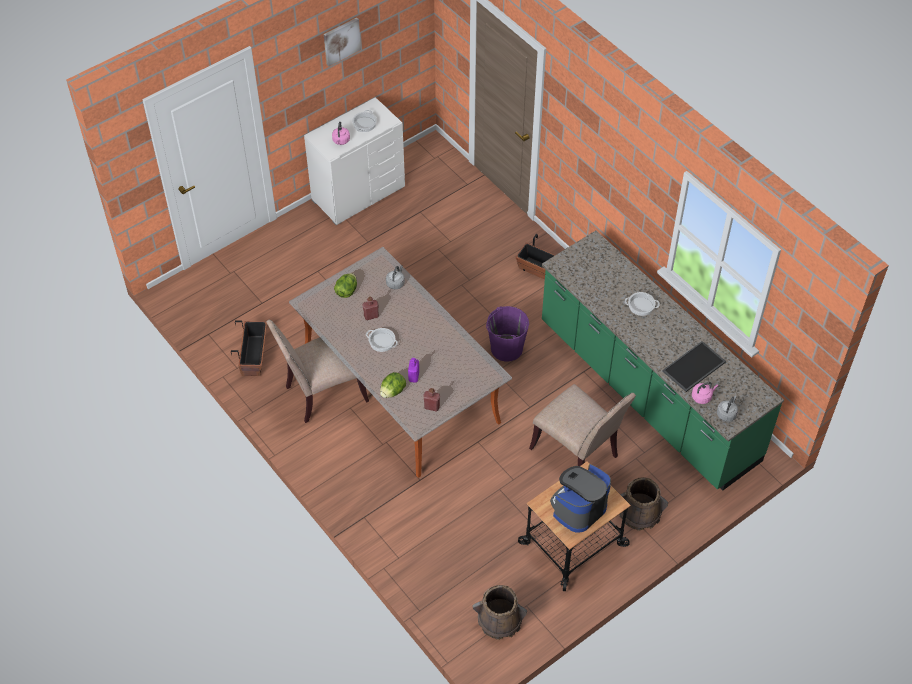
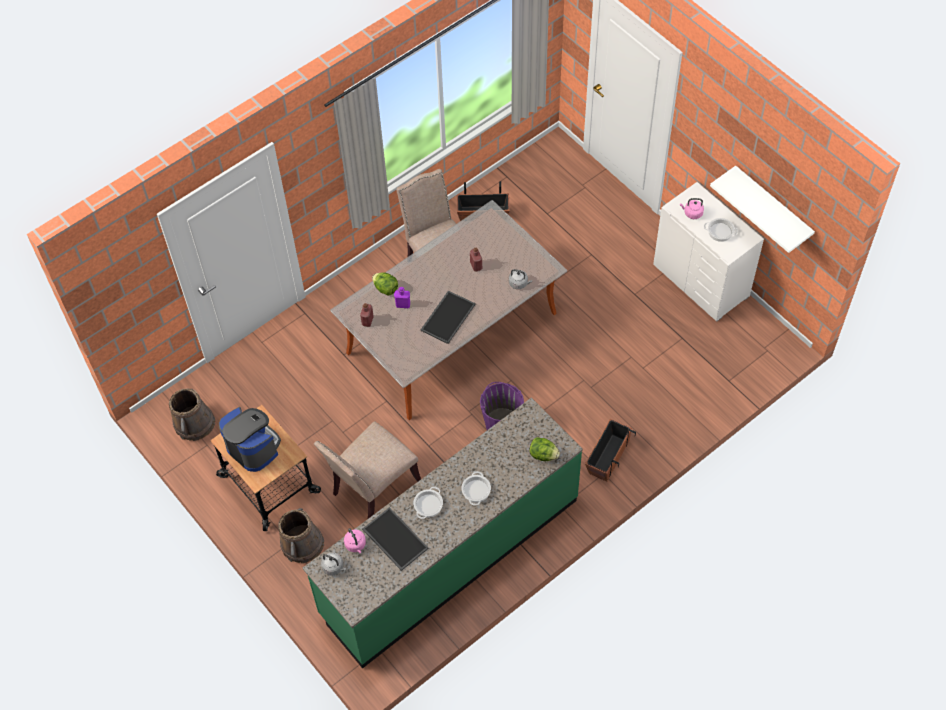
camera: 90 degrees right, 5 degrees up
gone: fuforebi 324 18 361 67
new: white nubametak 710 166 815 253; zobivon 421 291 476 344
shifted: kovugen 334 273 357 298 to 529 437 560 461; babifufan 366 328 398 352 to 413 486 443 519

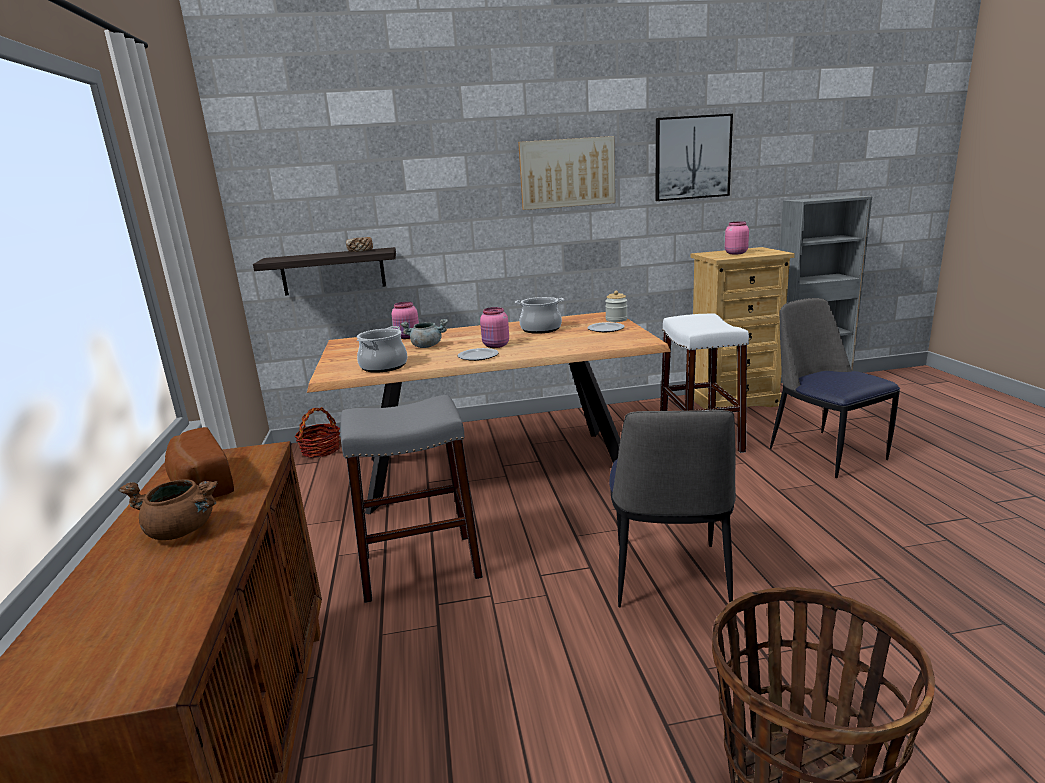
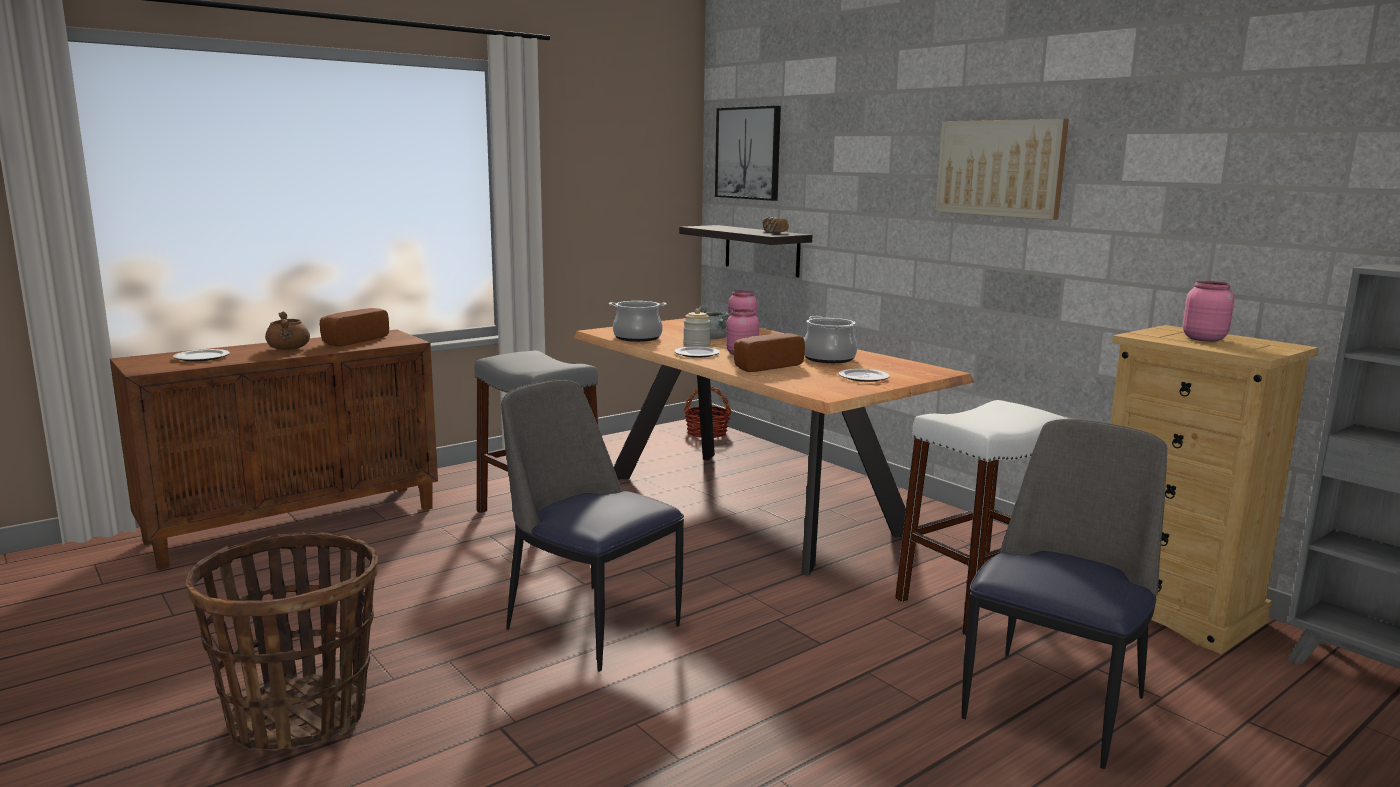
camera: 60 degrees right, 5 degrees down
new: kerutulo 734 333 805 372; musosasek 173 349 230 361
shifted: fuforebi 655 114 733 201 to 715 106 781 201; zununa 605 291 627 322 to 683 309 711 347
rotated: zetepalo 609 410 736 608 = 501 379 684 672 60 degrees clockwise

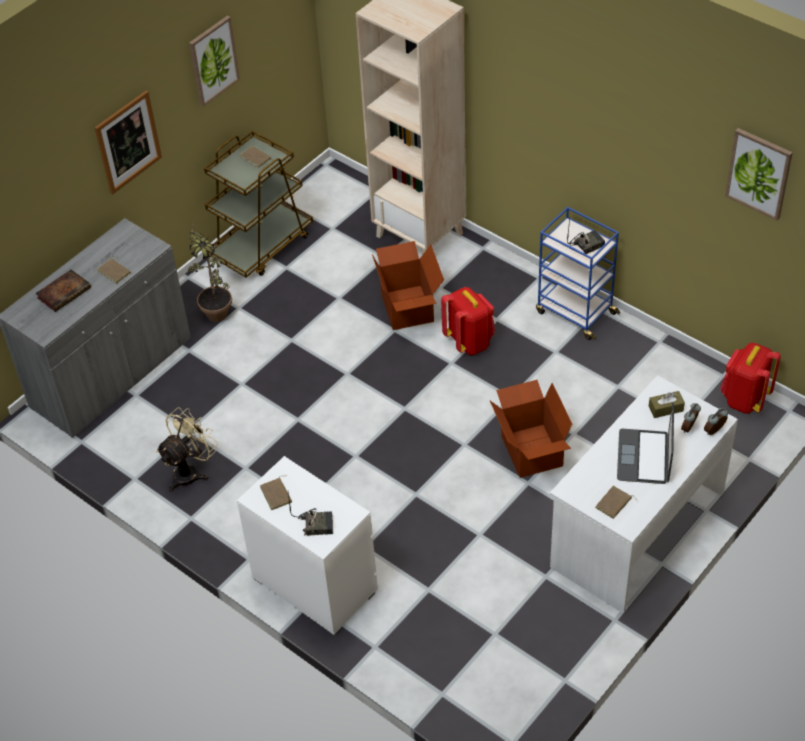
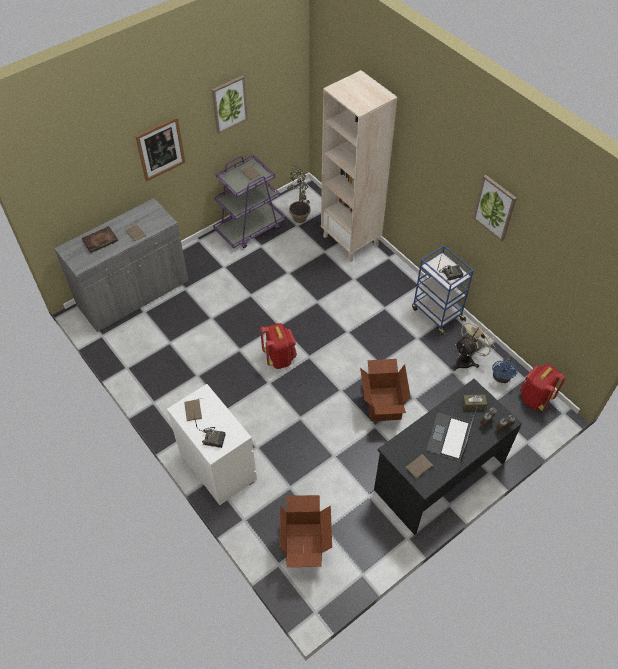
camera: 10 degrees right, 5 degrees up
new: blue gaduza 492 355 518 383
shifted: fuforebi 725 128 793 221 to 473 175 517 241; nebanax 188 222 232 322 to 287 160 311 223; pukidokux 372 241 444 330 to 280 495 332 567; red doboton 441 287 495 356 to 260 323 297 369; beige gaduza 156 408 218 492 to 453 319 495 371
repainted: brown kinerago 204 130 313 277 to purple kinerago 213 154 285 248; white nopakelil 550 375 738 614 to black nopakelil 374 379 522 535

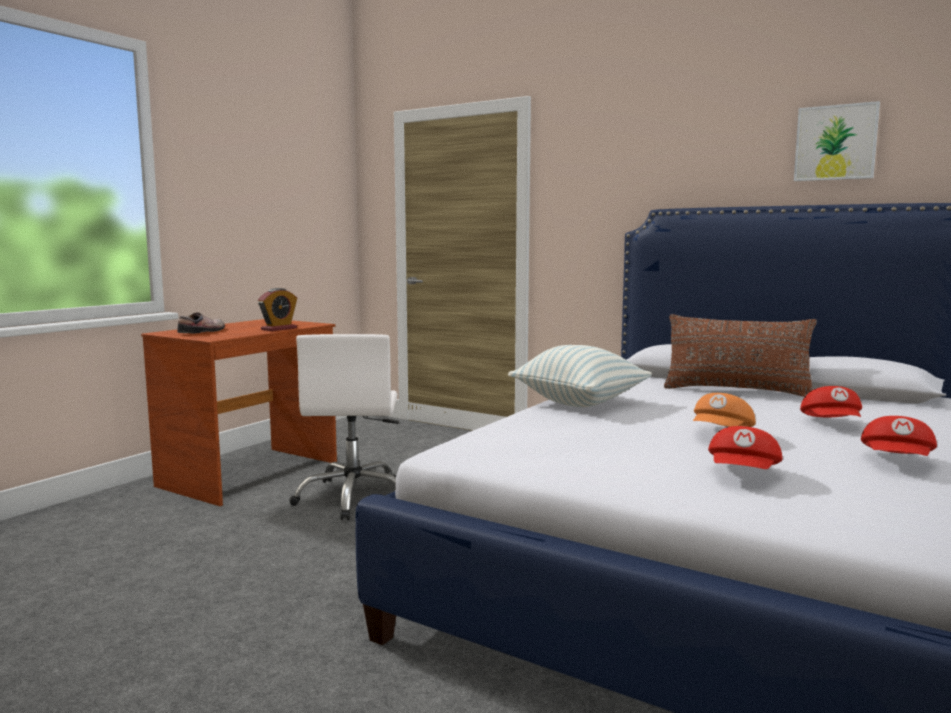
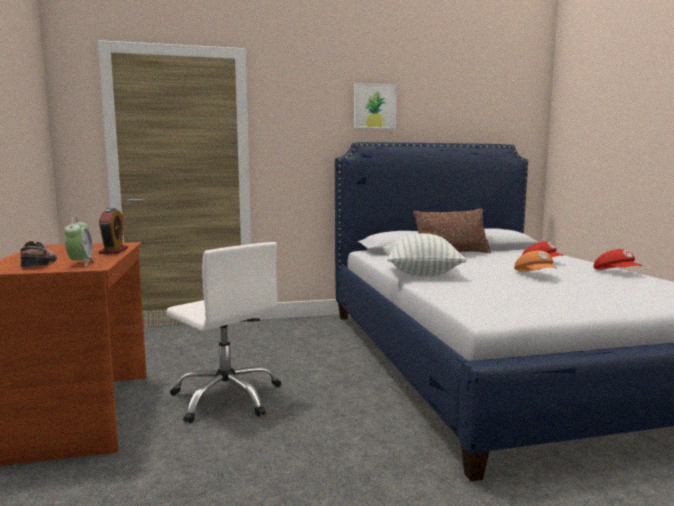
camera: 45 degrees left, 0 degrees up
gone: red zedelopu 708 426 783 469
new: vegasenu 64 217 95 266
shifted: fuforebi 794 101 880 181 to 354 83 397 129

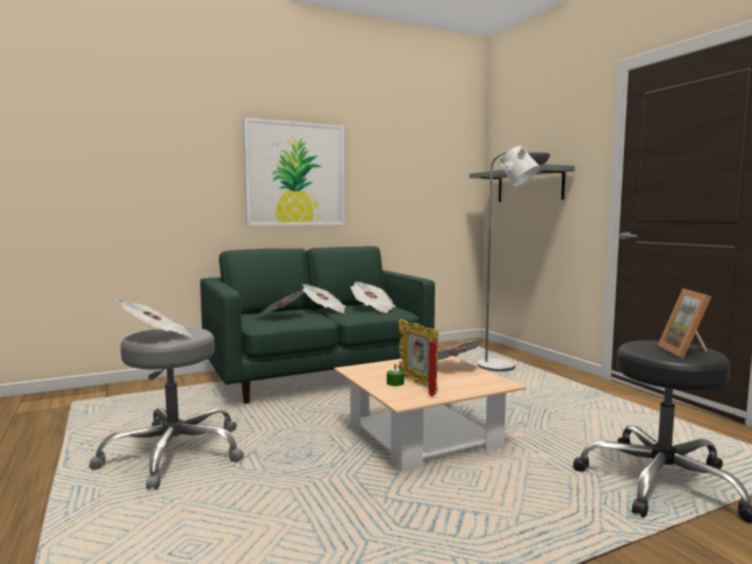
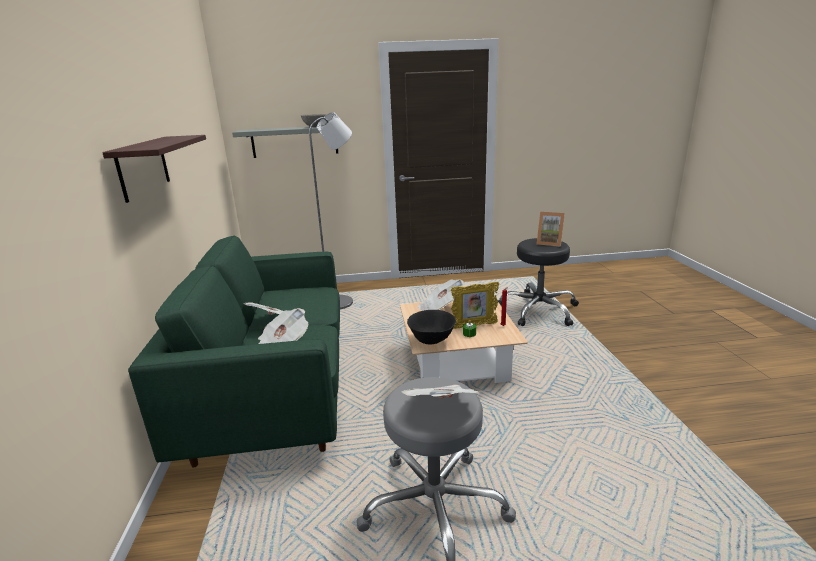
camera: 70 degrees left, 15 degrees up
gone: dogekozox 350 282 395 313
new: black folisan 407 310 456 345
swapped: fuforebi 243 117 345 226 to nubametak 102 135 206 203

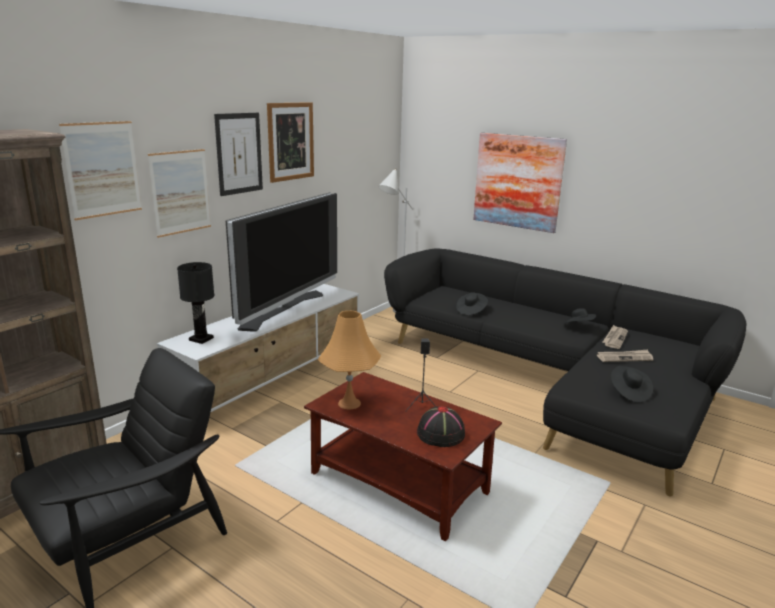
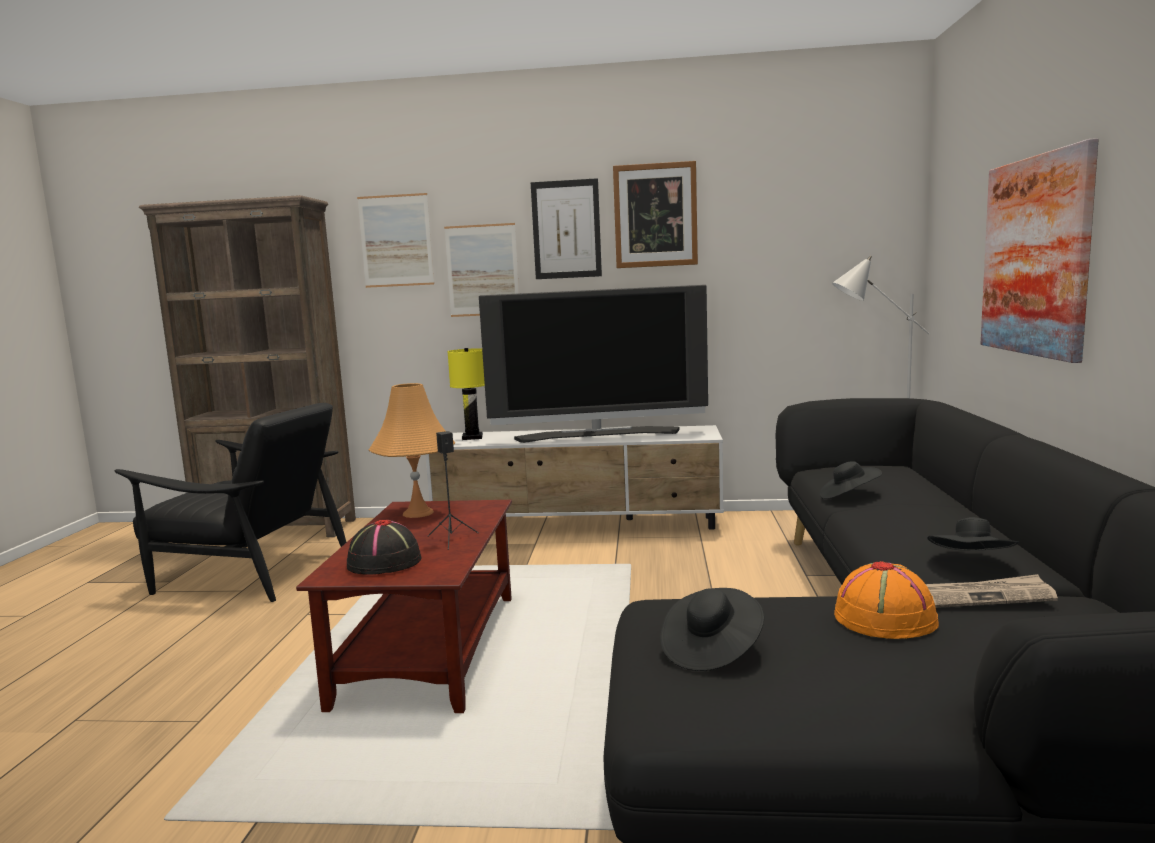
camera: 60 degrees right, 10 degrees down
swapped: dogekozox 597 350 653 362 to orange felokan 834 561 939 639
repainted: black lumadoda 177 262 214 344 to yellow lumadoda 447 348 485 440

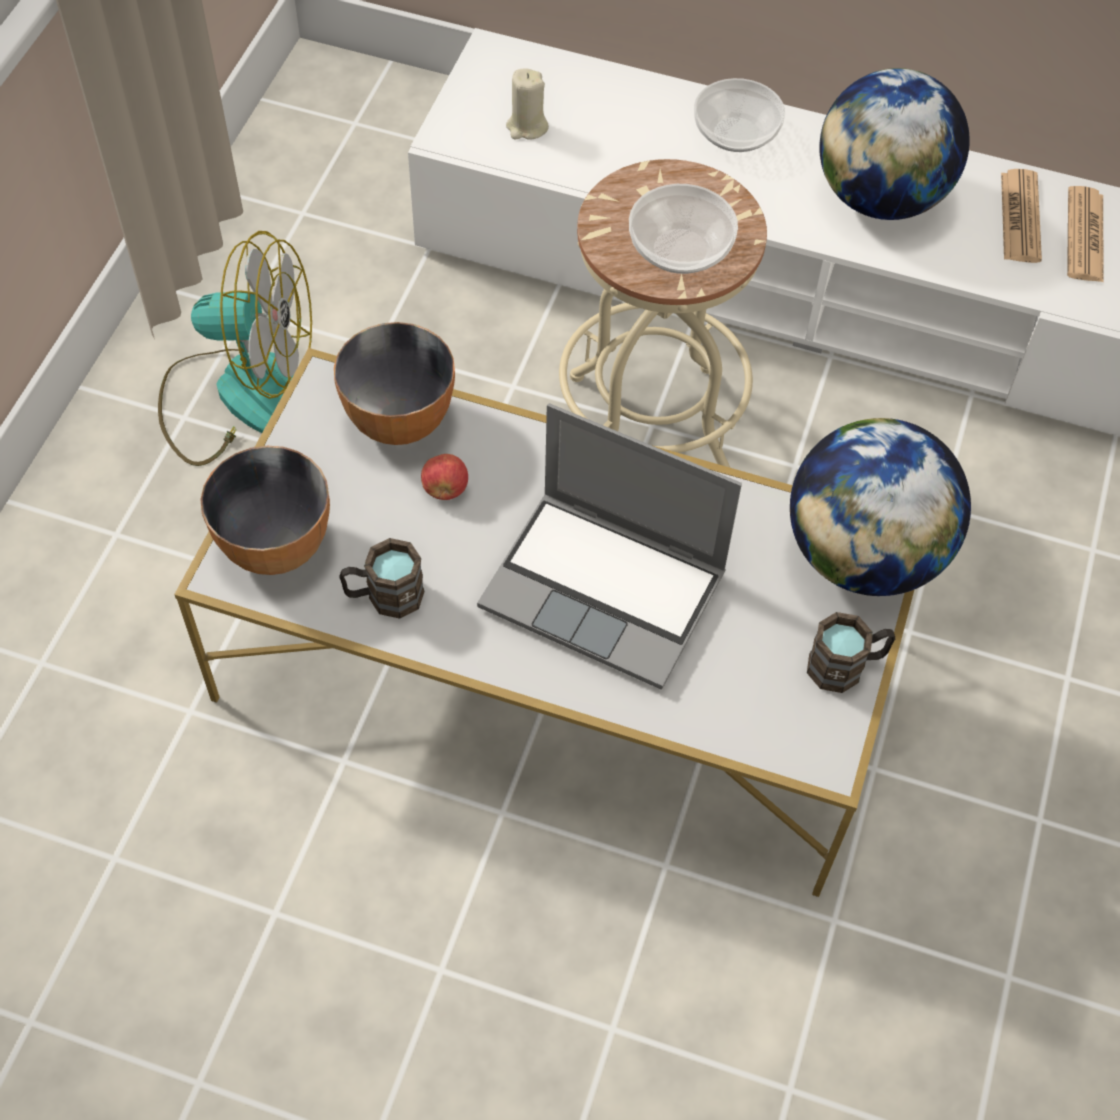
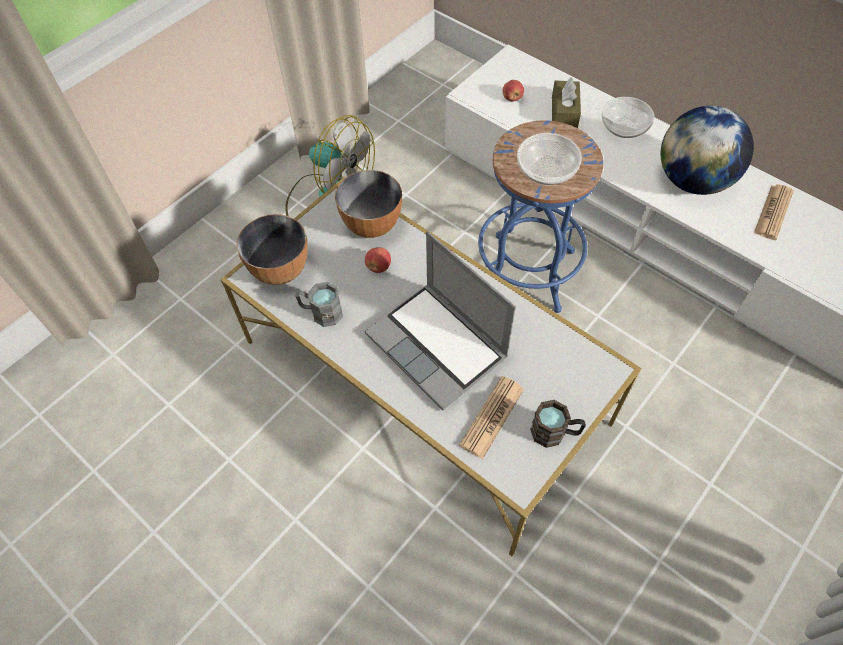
camera: 25 degrees right, 0 degrees up
gone: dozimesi 790 418 971 596
new: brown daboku 552 77 581 128
shifted: dogekozox 1067 186 1104 283 to 459 376 524 459
swapped: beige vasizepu 506 68 549 140 to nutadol 503 80 524 101
repainted: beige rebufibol 559 159 767 467 to blue rebufibol 478 121 604 313; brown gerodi 339 538 425 619 to grey gerodi 295 282 343 327

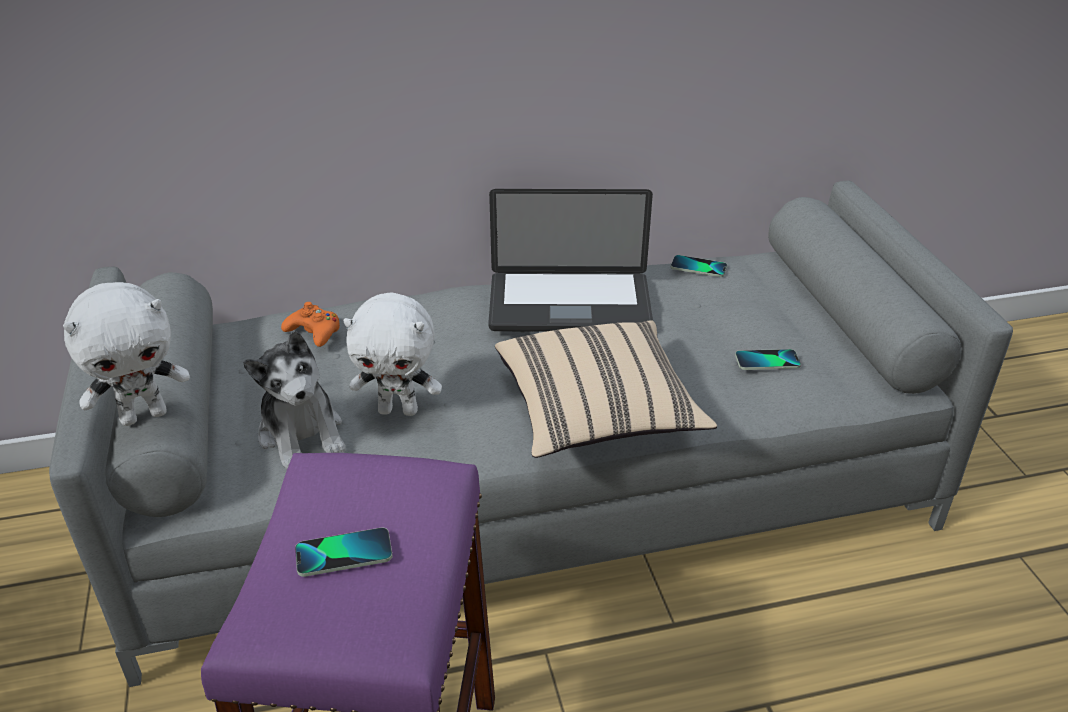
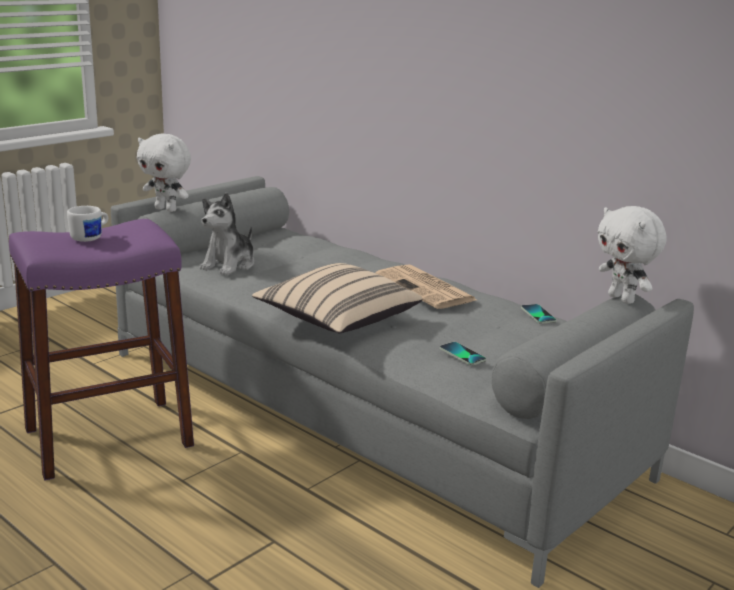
camera: 55 degrees right, 15 degrees down
gone: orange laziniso 281 302 340 347
shifted: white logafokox 343 293 442 416 to 597 206 666 304
swapped: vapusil 488 189 653 332 to dogekozox 375 264 477 309; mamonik 295 528 393 577 to white gerodi 67 206 108 242

